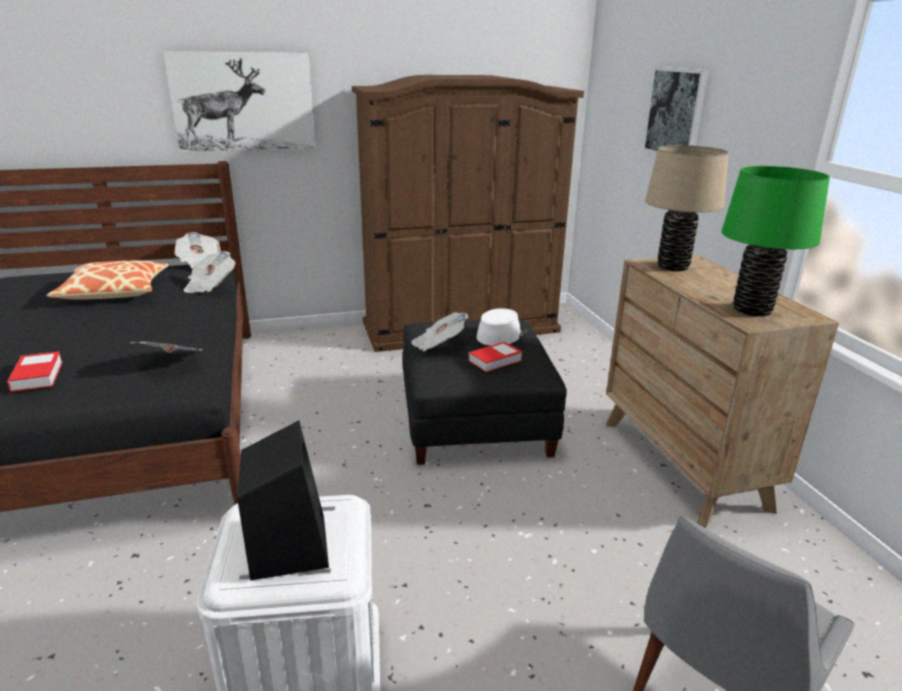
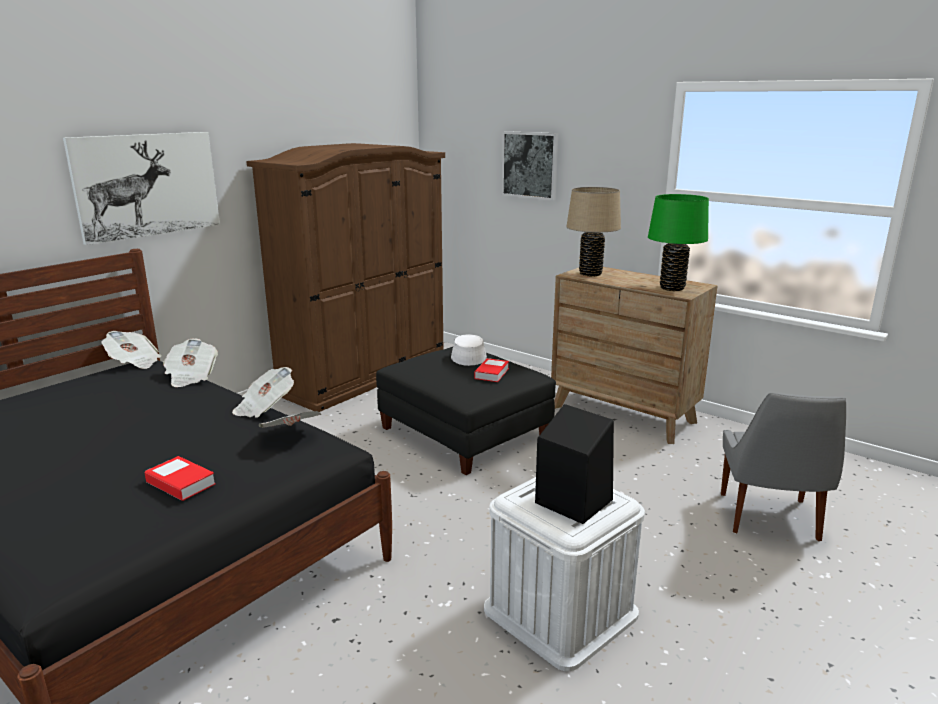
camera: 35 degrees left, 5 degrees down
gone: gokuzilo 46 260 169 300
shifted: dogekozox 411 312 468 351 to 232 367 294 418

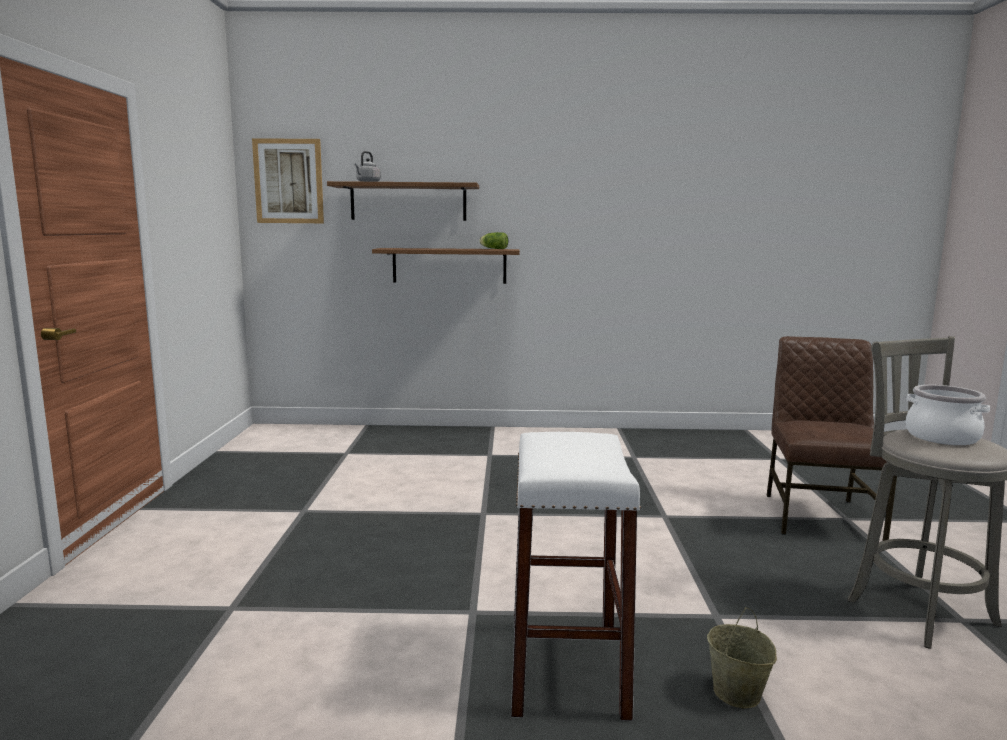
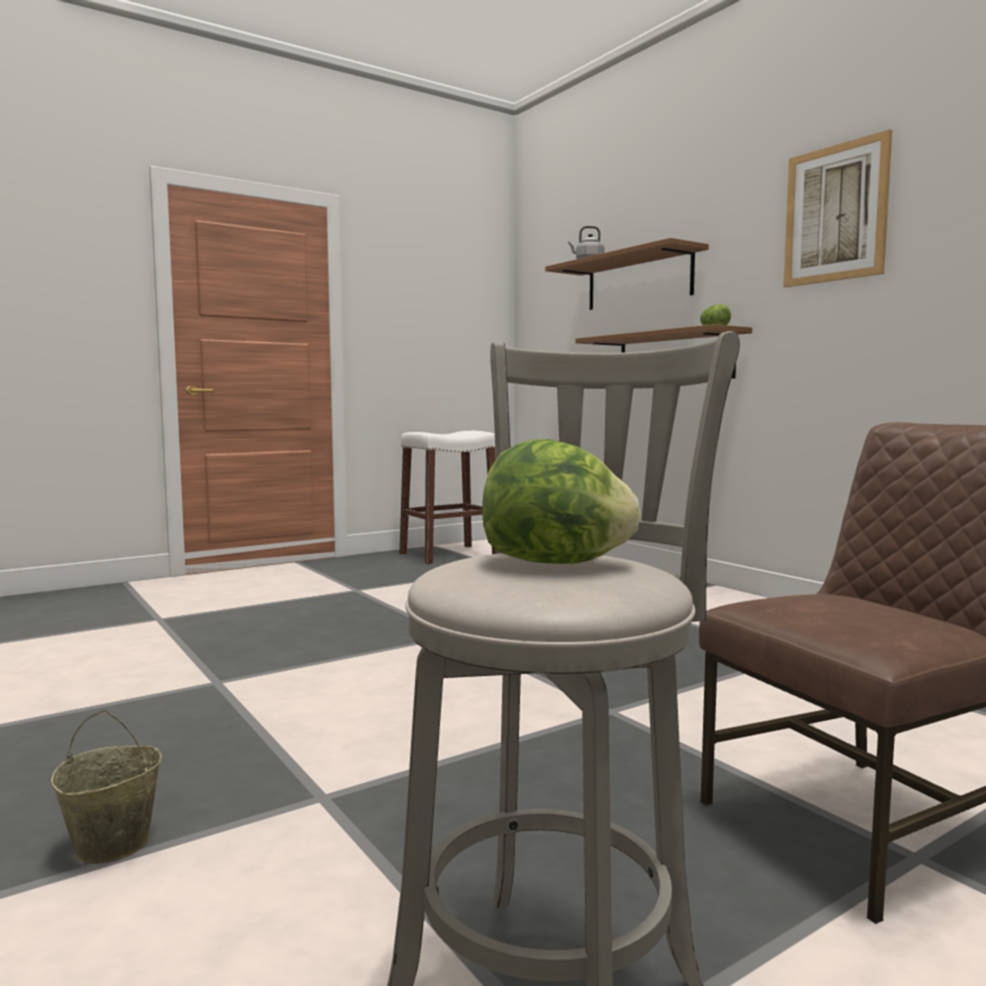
camera: 55 degrees right, 5 degrees down
shifted: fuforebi 252 138 324 223 to 783 129 892 287; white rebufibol 511 432 641 721 to 399 431 496 565
swapped: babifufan 906 385 990 445 to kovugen 482 439 641 564

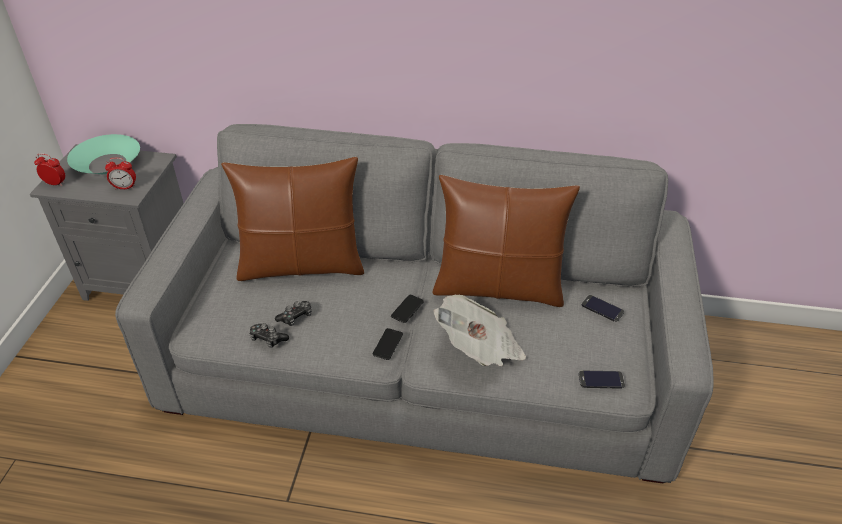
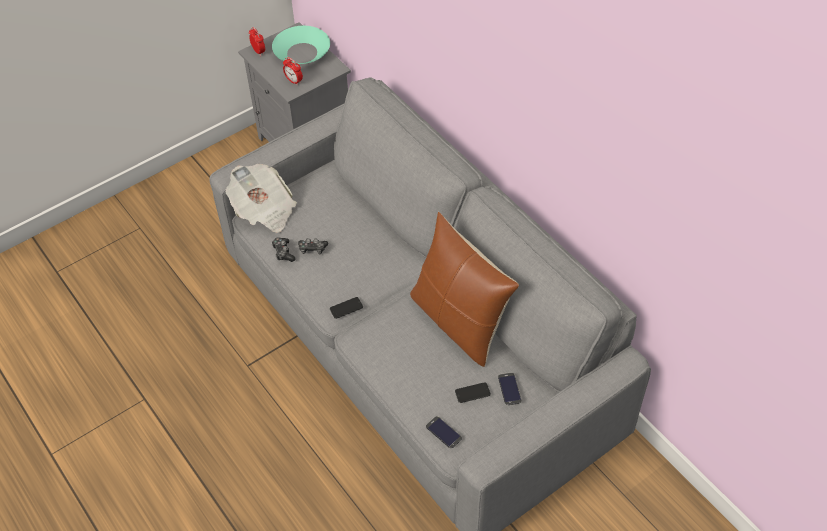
camera: 45 degrees right, 10 degrees up
gone: brown gokuzilo 221 157 364 281
shifted: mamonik 391 295 424 323 to 455 382 491 403; dogekozox 434 295 526 366 to 225 164 297 233

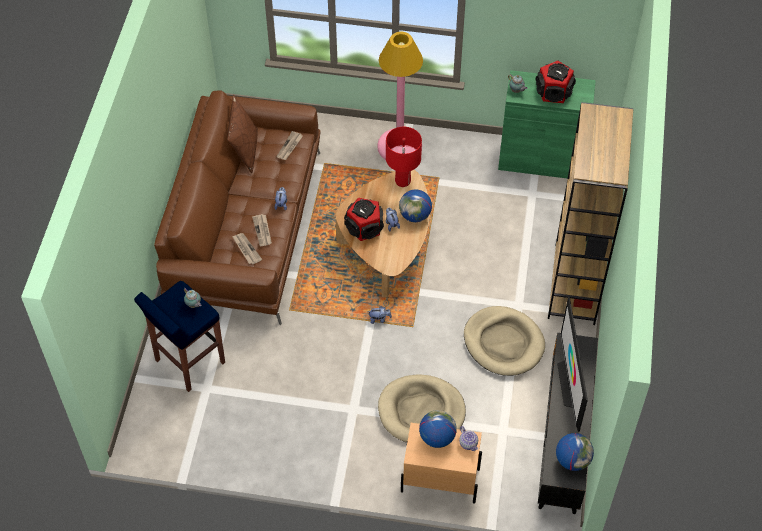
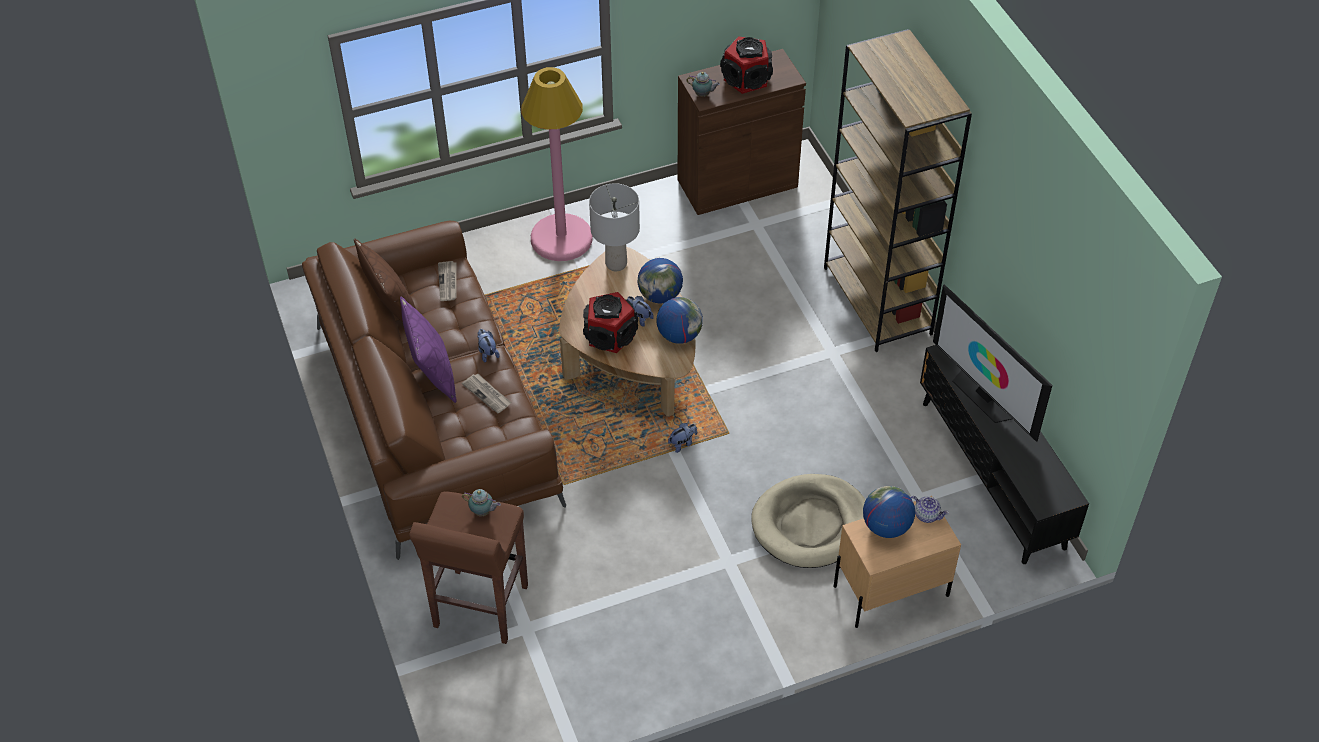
camera: 30 degrees left, 5 degrees down
gone: dogekozox 232 233 262 265; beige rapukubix 464 306 545 376
new: purple gokuzilo 400 297 457 403
shifted: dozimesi 556 433 594 471 to 657 297 703 344
repainted: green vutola 498 70 596 179 to brown vutola 678 49 806 215; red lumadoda 386 127 422 187 to grey lumadoda 589 183 640 271; blue rebufibol 134 281 225 392 to brown rebufibol 409 491 528 644

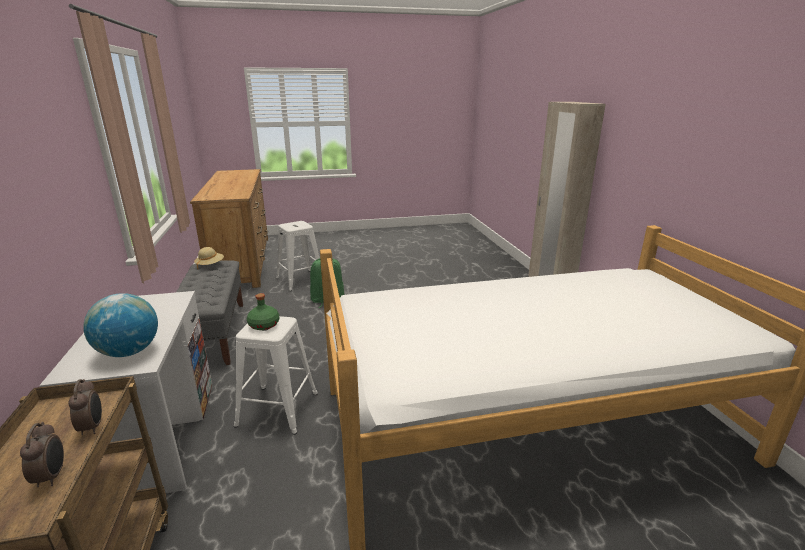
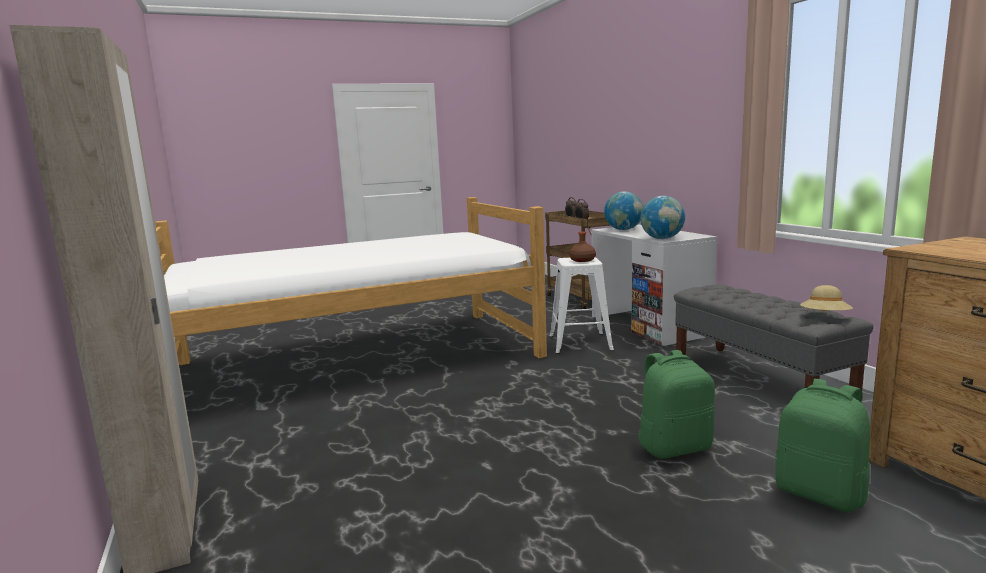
camera: 170 degrees right, 10 degrees down
new: dozimesi 640 196 685 239
swapped: white rebufibol 276 221 320 291 to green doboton 775 379 870 512
repainted: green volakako 247 293 279 330 to brown volakako 569 232 596 262

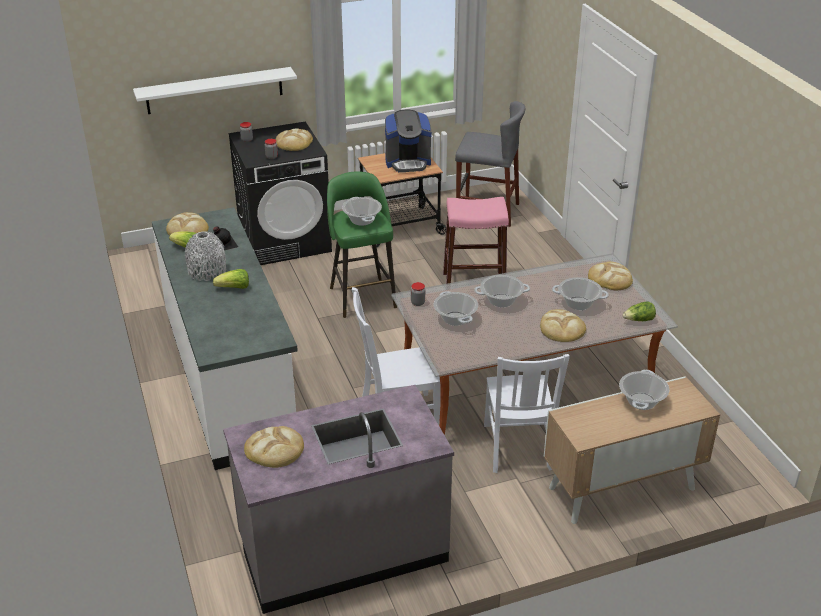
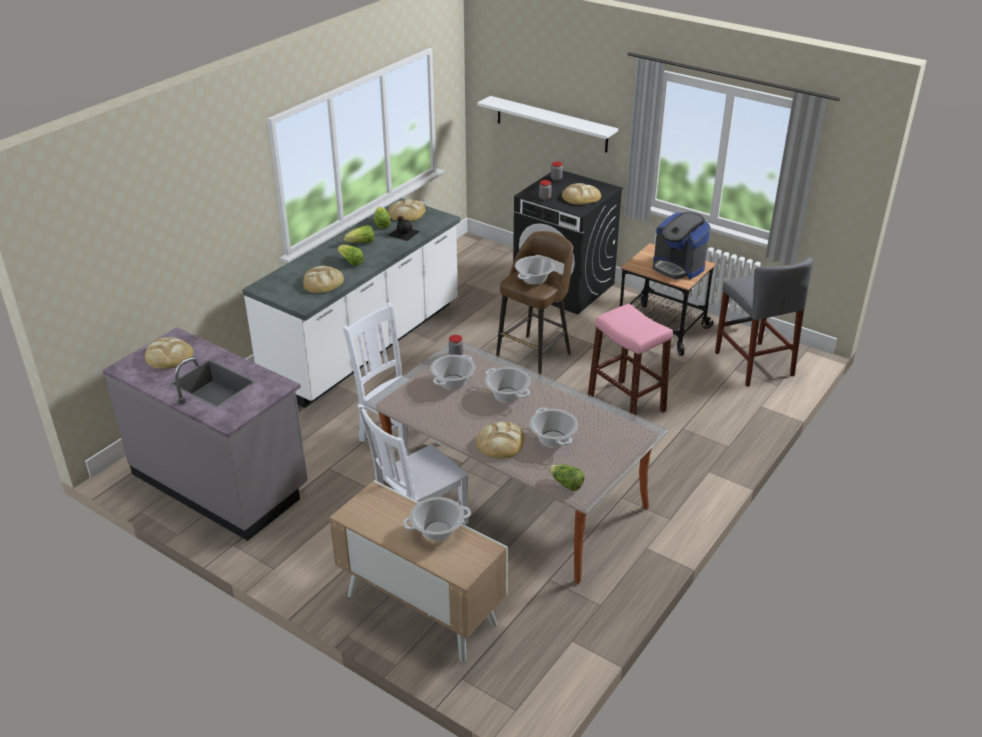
camera: 55 degrees right, 0 degrees up
shifted: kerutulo 588 261 633 290 to 303 265 344 293
swapped: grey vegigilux 185 232 226 281 to kovugen 344 226 374 243
repainted: green rebufibol 327 171 397 318 to brown rebufibol 496 231 573 375

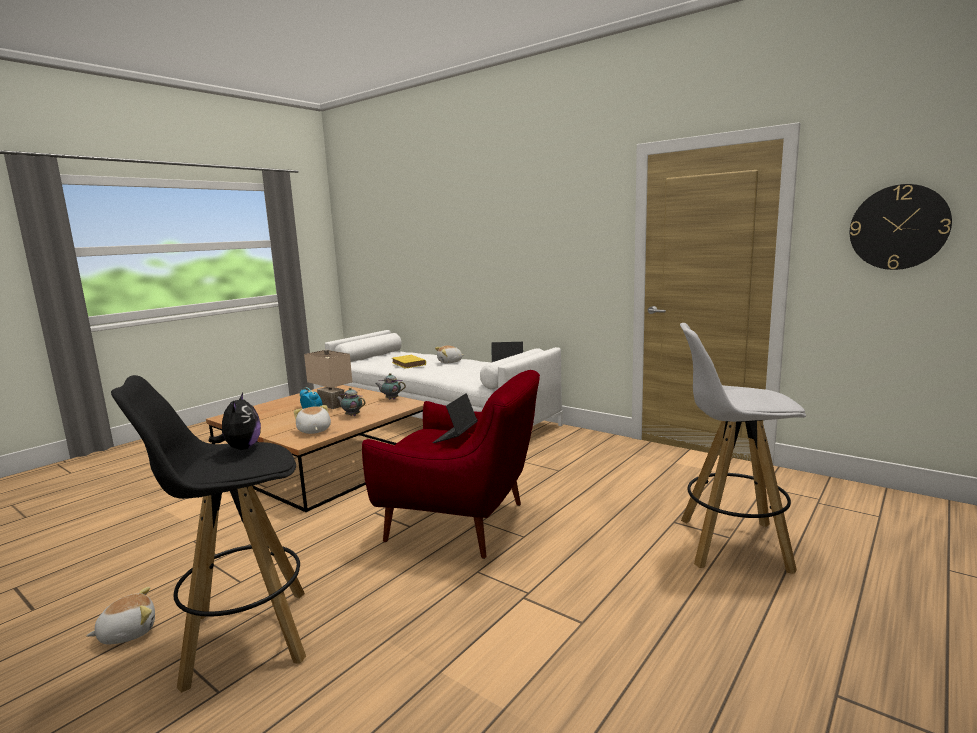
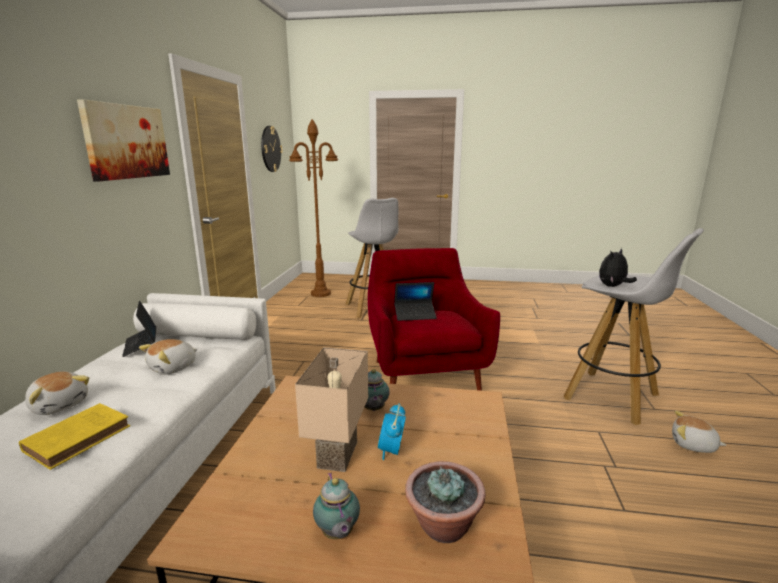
camera: 120 degrees left, 5 degrees up
new: fuforebi 77 99 170 181; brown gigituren 289 119 338 297; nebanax 405 461 486 543
shifted: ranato 375 373 406 399 to 313 472 360 539; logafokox 294 405 331 434 to 139 339 198 375
repainted: black rebufibol 111 375 306 693 to white rebufibol 564 228 704 425

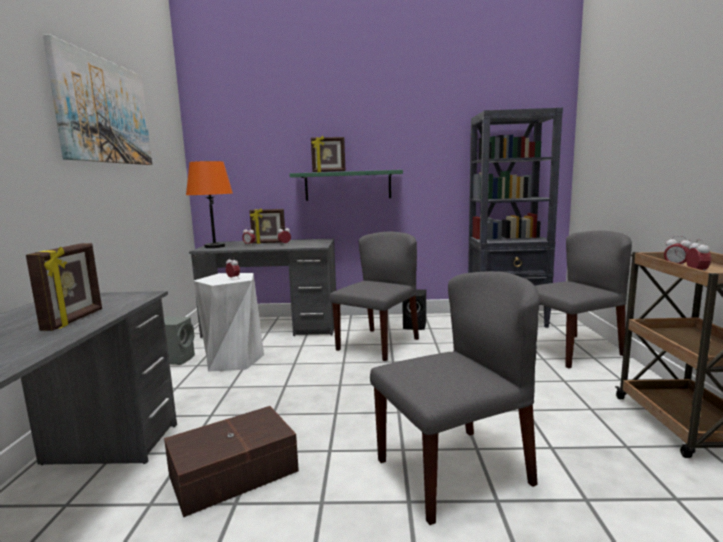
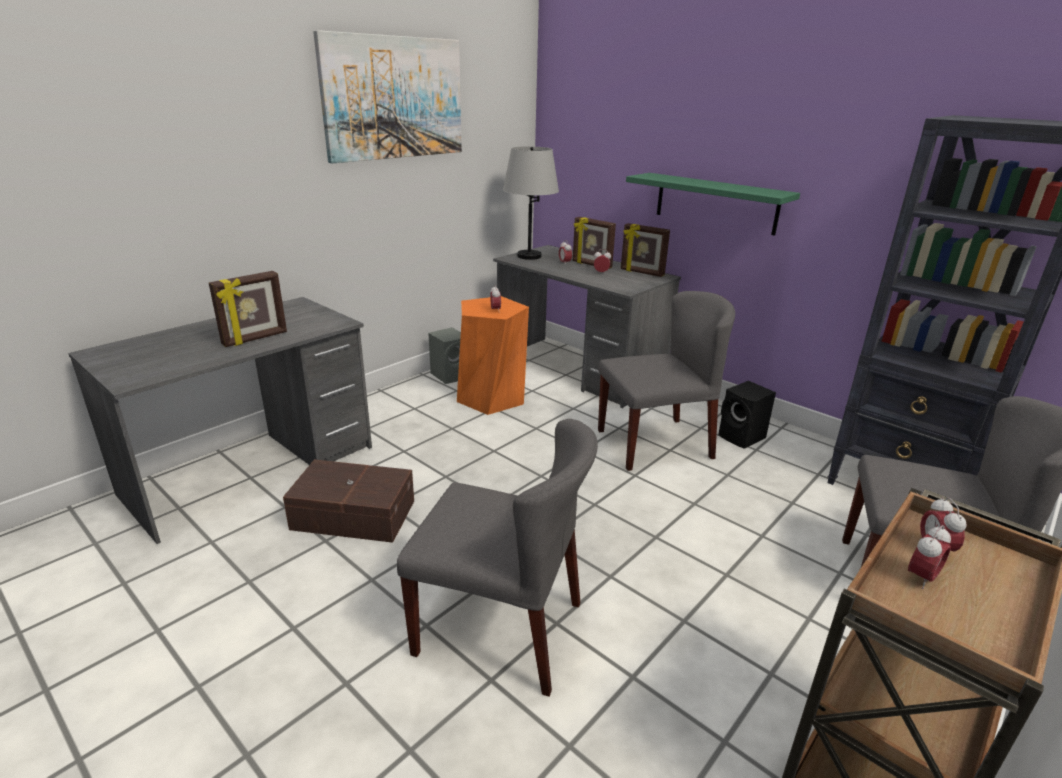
camera: 40 degrees right, 15 degrees up
shifted: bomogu 311 136 346 172 to 621 223 670 277
repainted: orange lumadoda 186 161 233 248 to grey lumadoda 503 146 559 260; white rebufibol 193 273 264 372 to orange rebufibol 457 296 529 415

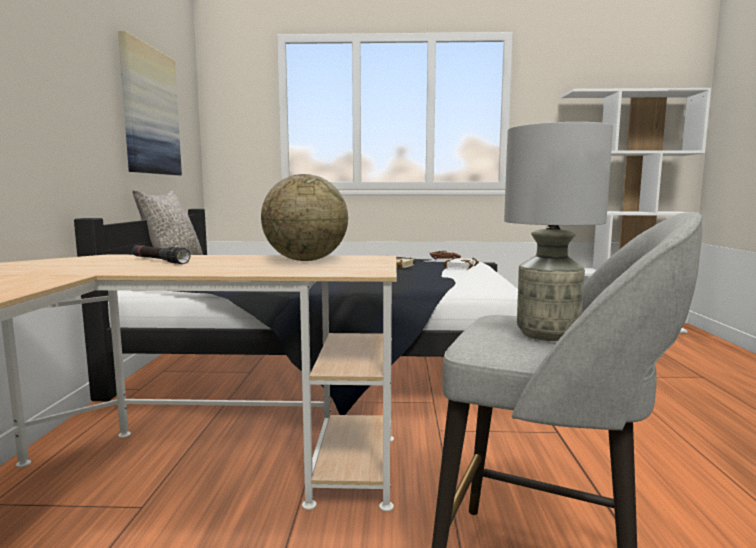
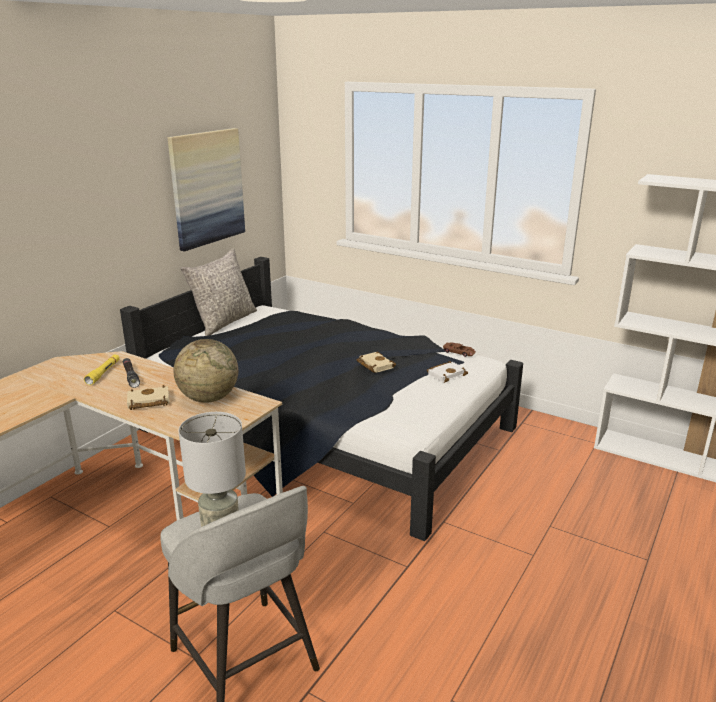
camera: 30 degrees right, 15 degrees up
new: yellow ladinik 84 354 120 385; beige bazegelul 127 385 170 410

